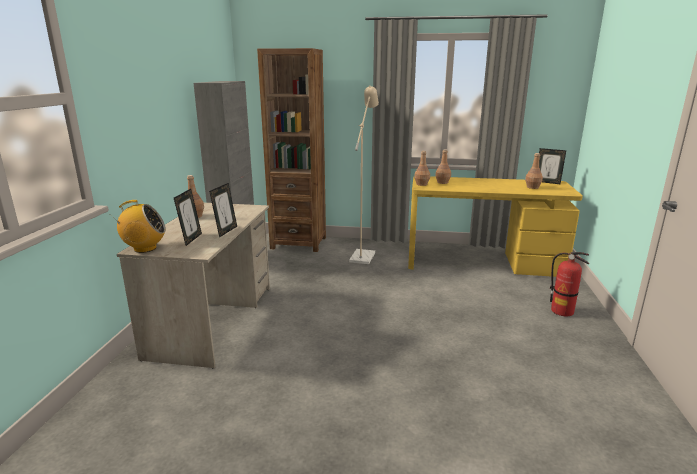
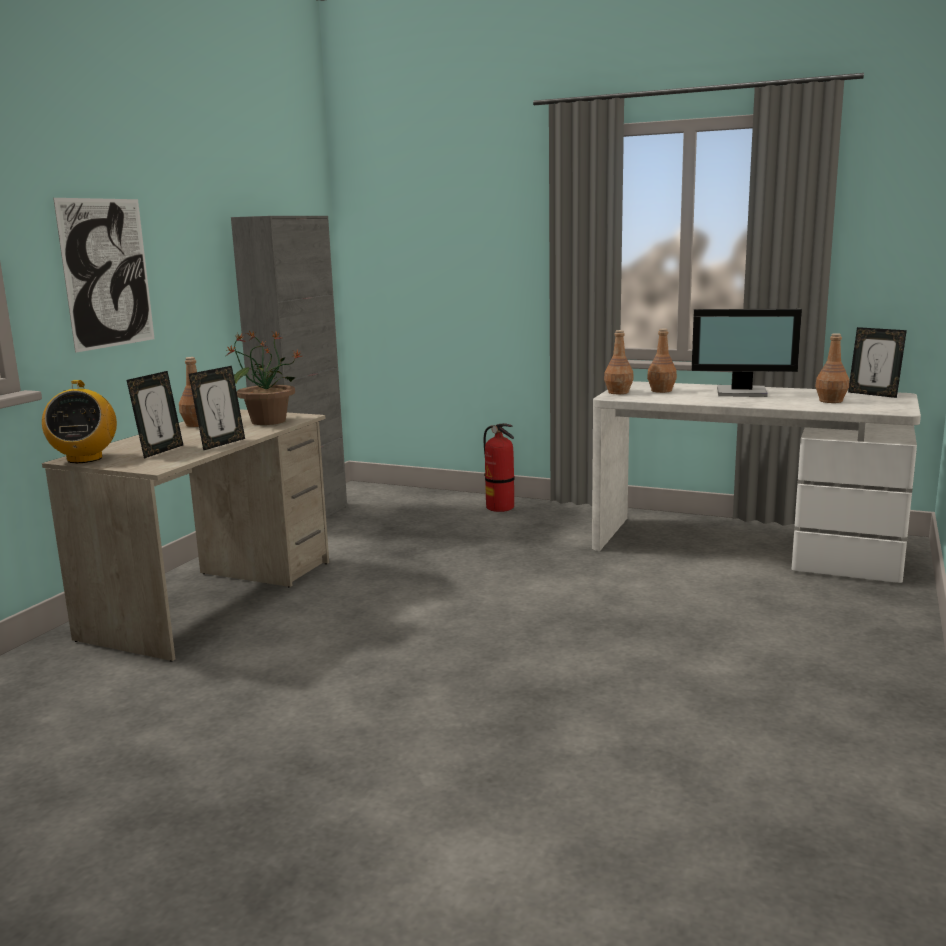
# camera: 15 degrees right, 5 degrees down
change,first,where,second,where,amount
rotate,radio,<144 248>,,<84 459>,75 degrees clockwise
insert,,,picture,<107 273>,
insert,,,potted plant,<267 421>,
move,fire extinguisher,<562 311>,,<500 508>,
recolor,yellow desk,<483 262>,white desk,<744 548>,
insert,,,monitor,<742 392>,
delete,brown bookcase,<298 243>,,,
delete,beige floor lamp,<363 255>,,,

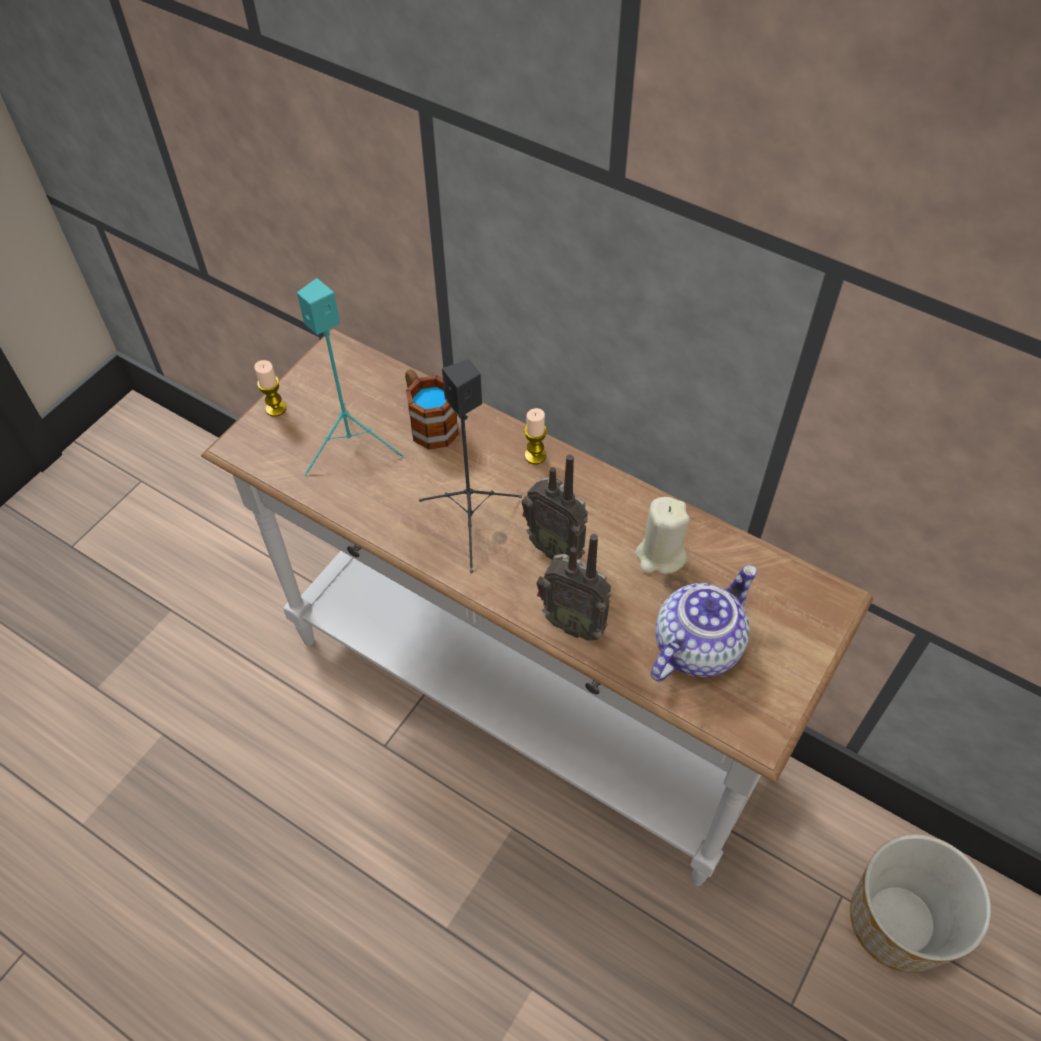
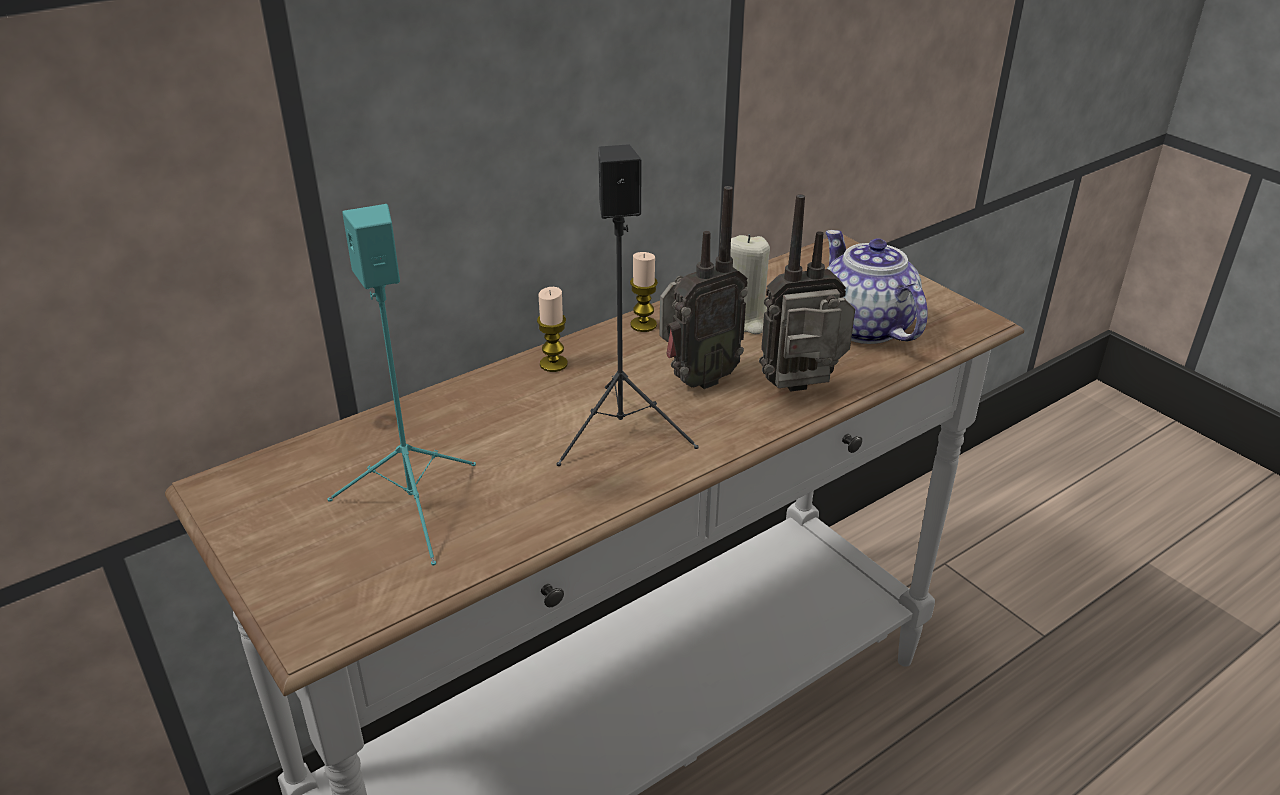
# camera: 70 degrees left, 20 degrees down
change,first,where,second,where,amount
move,candle,<275 408>,,<643 325>,
rotate,radio,<573 622>,,<803 391>,150 degrees counterclockwise
delete,mug,<429 423>,,,
delete,planter,<897 923>,,,

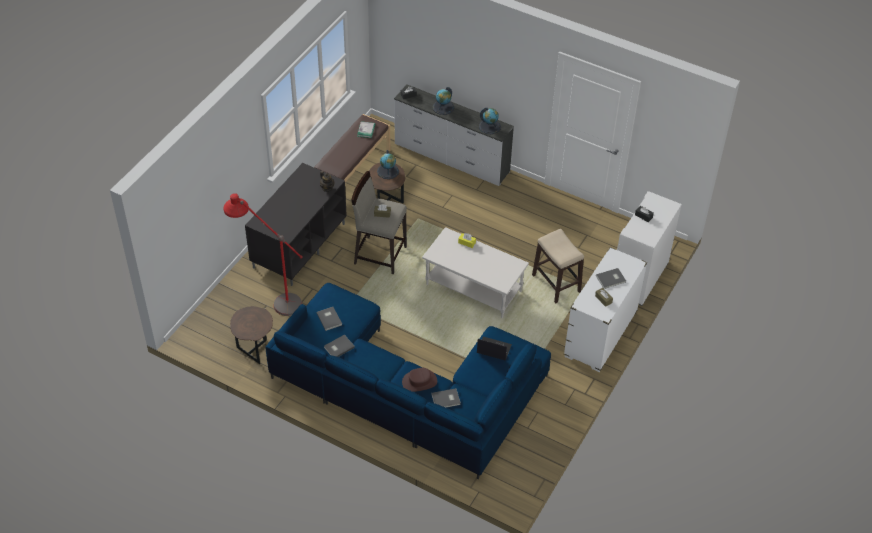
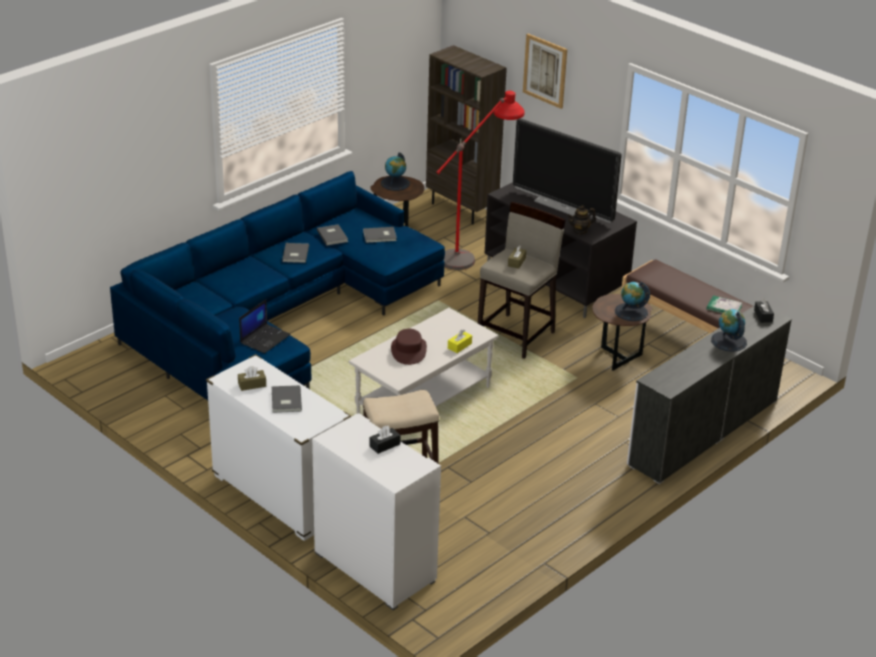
# camera: 105 degrees right, 15 degrees down
change,first,where,second,where,amount
move,grey book,<446 400>,,<294 254>,
move,globe,<489 126>,,<395 183>,
move,brown hat,<419 382>,,<408 351>,
insert,,,brown bookcase,<462 209>,
insert,,,television,<564 207>,
insert,,,picture,<545 70>,

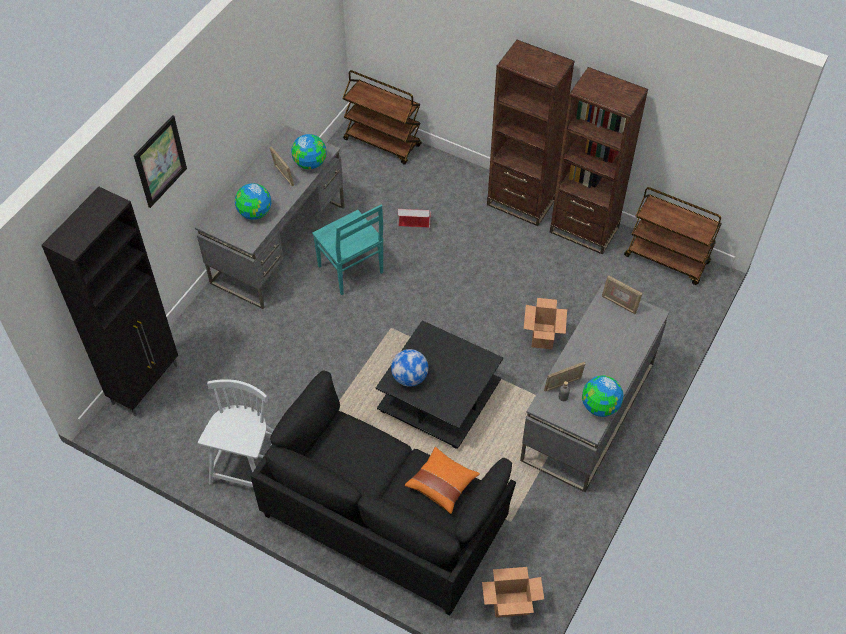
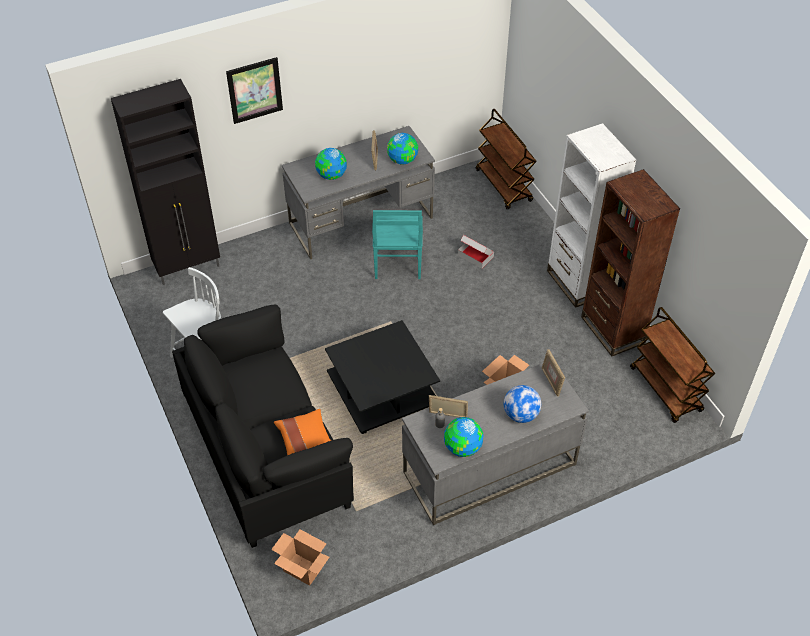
# camera: 35 degrees right, 5 degrees down
change,first,where,second,where,amount
move,globe,<410 377>,,<521 415>,
recolor,brown bookcase,<521 202>,white bookcase,<577 283>,

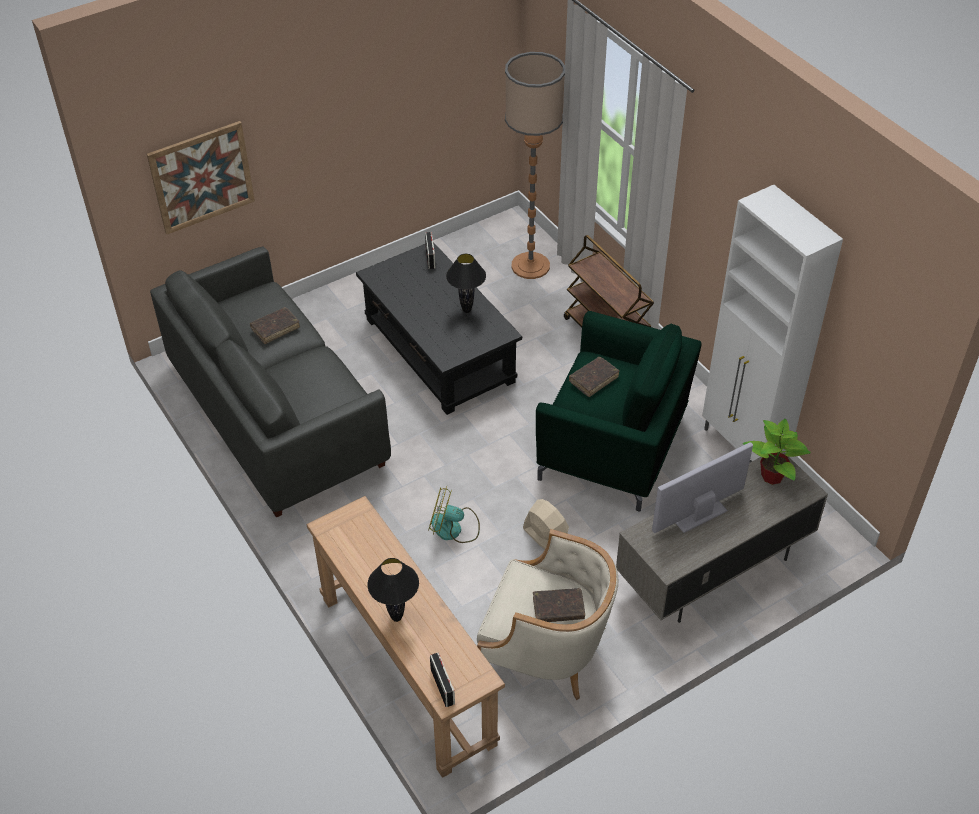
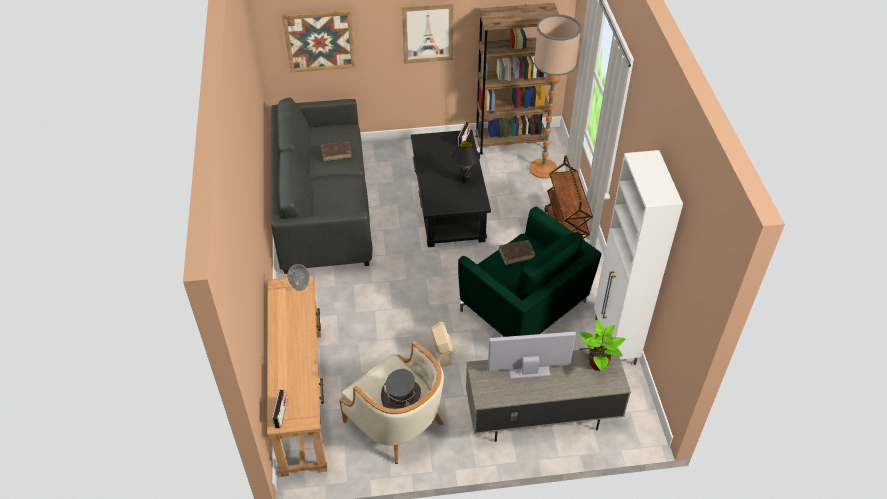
# camera: 25 degrees right, 0 degrees up
change,first,where,second,where,amount
insert,,,vase,<300 287>,
replace,brown book,<558 609>,grey hat,<401 397>,
insert,,,picture,<428 33>,
insert,,,brown bookcase,<510 142>,
delete,black table lamp,<396 618>,,,
delete,fan,<454 528>,,,

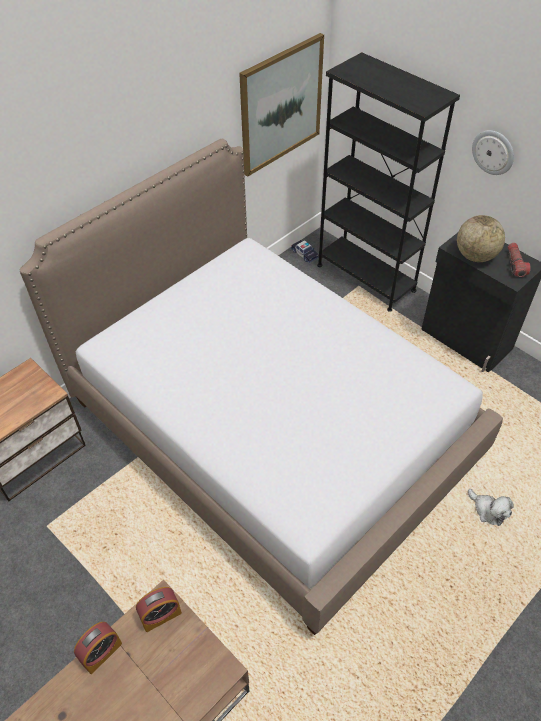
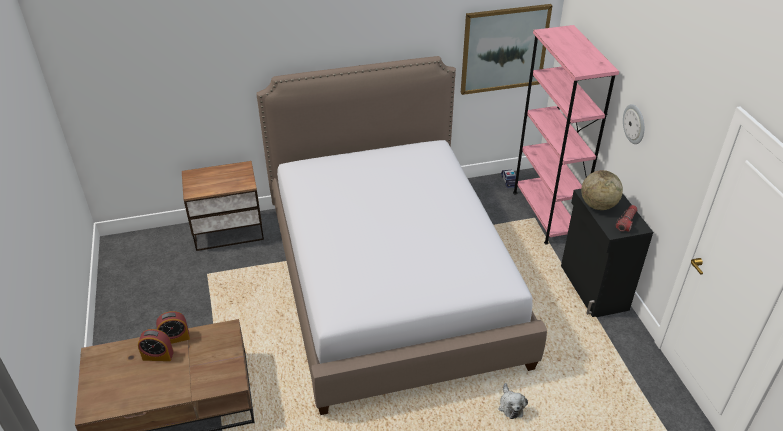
# camera: 30 degrees right, 10 degrees down
change,first,where,second,where,amount
move,alarm clock,<161 615>,,<158 356>,
recolor,black bookcase,<365 277>,pink bookcase,<545 214>,

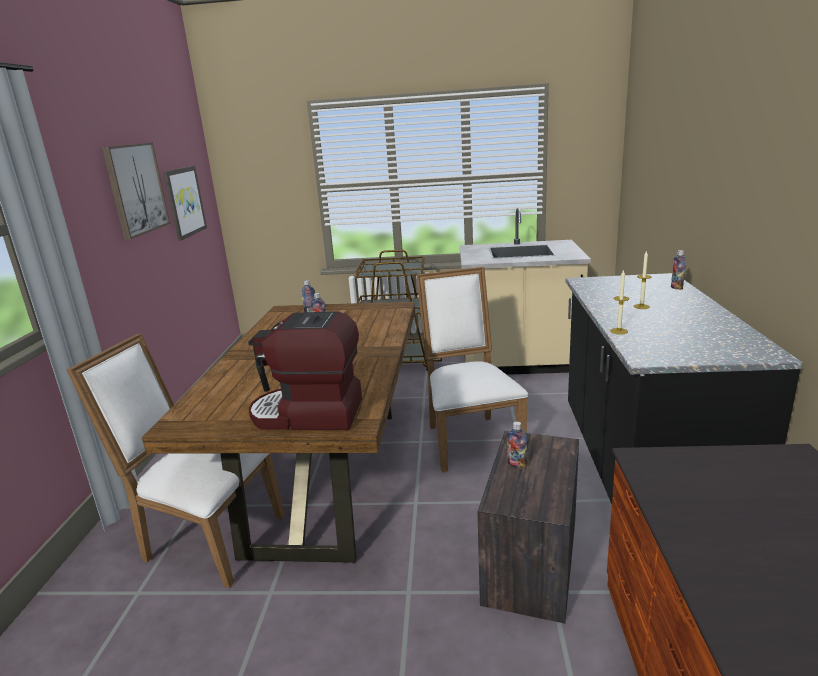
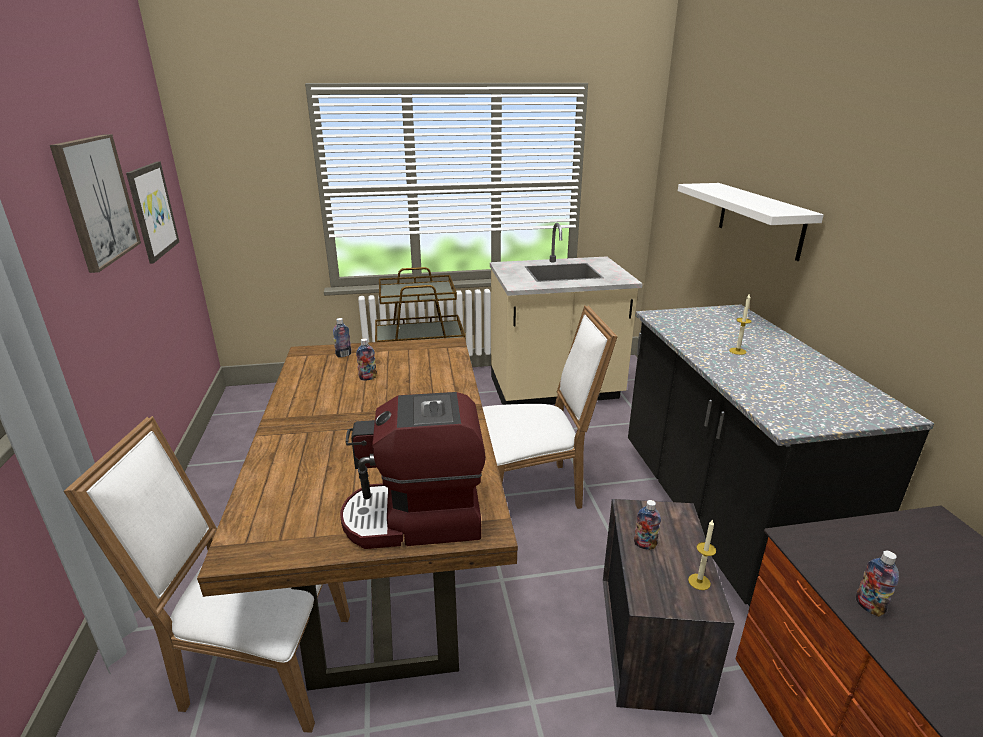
# camera: 15 degrees left, 5 degrees up
change,first,where,second,where,amount
rotate,white chair,<469 438>,,<534 489>,105 degrees clockwise
insert,,,white shelf,<760 219>,
move,candle,<618 331>,,<699 582>,
move,bottle,<676 288>,,<869 606>,

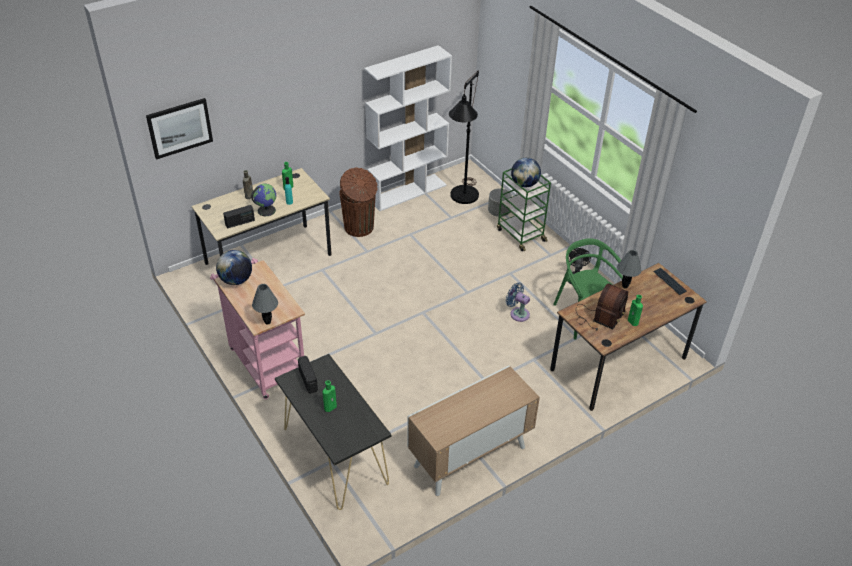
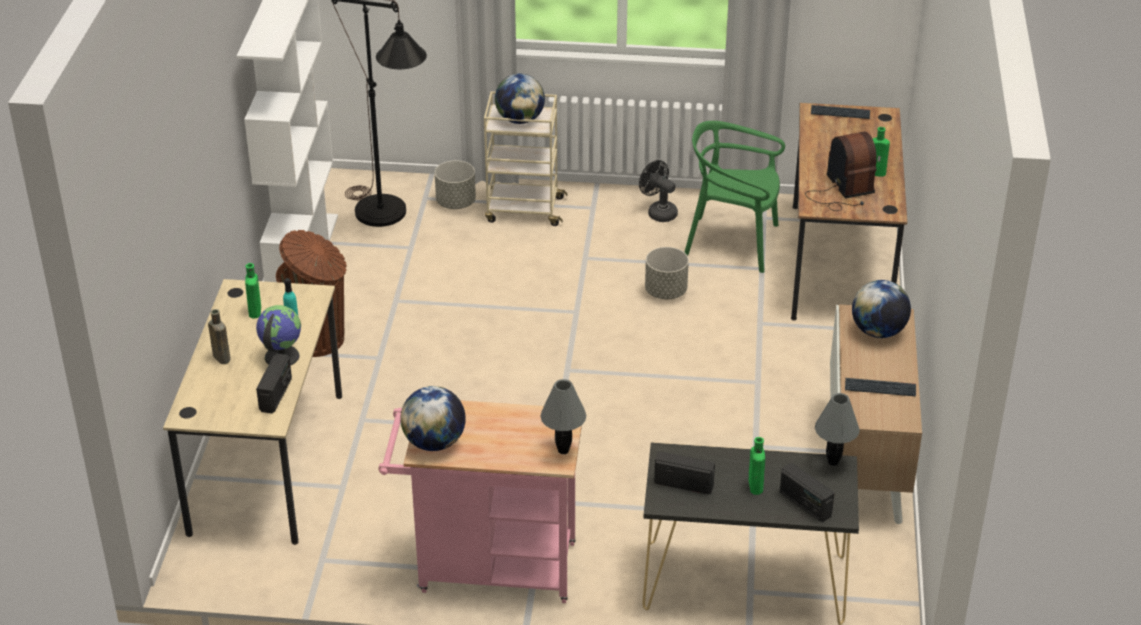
# camera: 50 degrees left, 5 degrees down
change,first,where,second,where,amount
recolor,green cart,<520 234>,beige cart,<523 210>,
replace,blue fan,<518 313>,grey planter,<666 292>,
insert,,,radio,<805 504>,
move,grey table lamp,<624 286>,,<832 462>,
insert,,,keyboard,<880 388>,
insert,,,globe,<878 331>,
delete,picture,<179 128>,,,

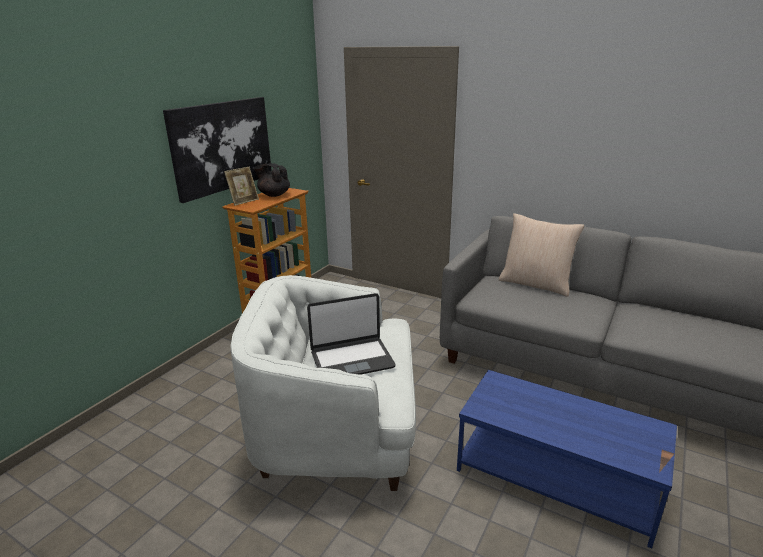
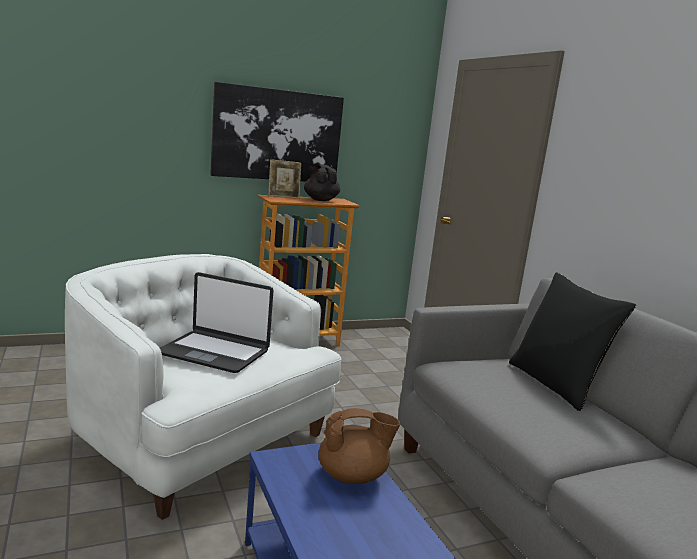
# camera: 35 degrees right, 10 degrees down
change,first,where,second,where,amount
insert,,,brown teapot,<353 476>,
recolor,beige pillow,<536 284>,black pillow,<556 384>,

